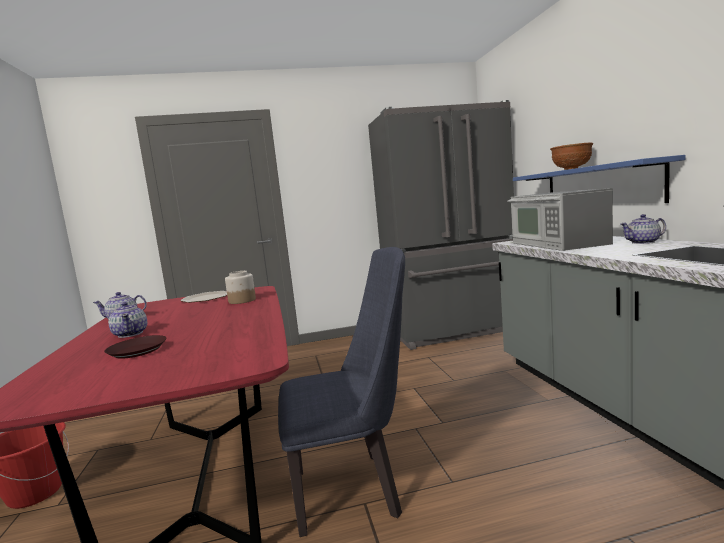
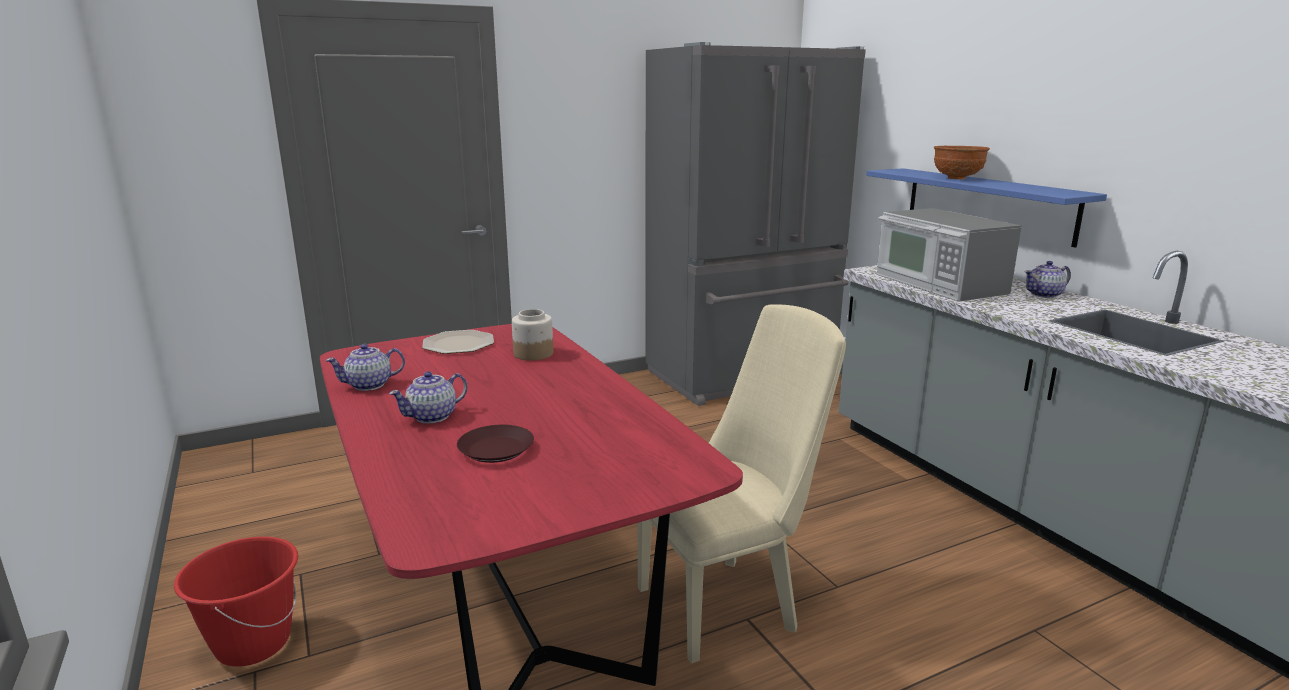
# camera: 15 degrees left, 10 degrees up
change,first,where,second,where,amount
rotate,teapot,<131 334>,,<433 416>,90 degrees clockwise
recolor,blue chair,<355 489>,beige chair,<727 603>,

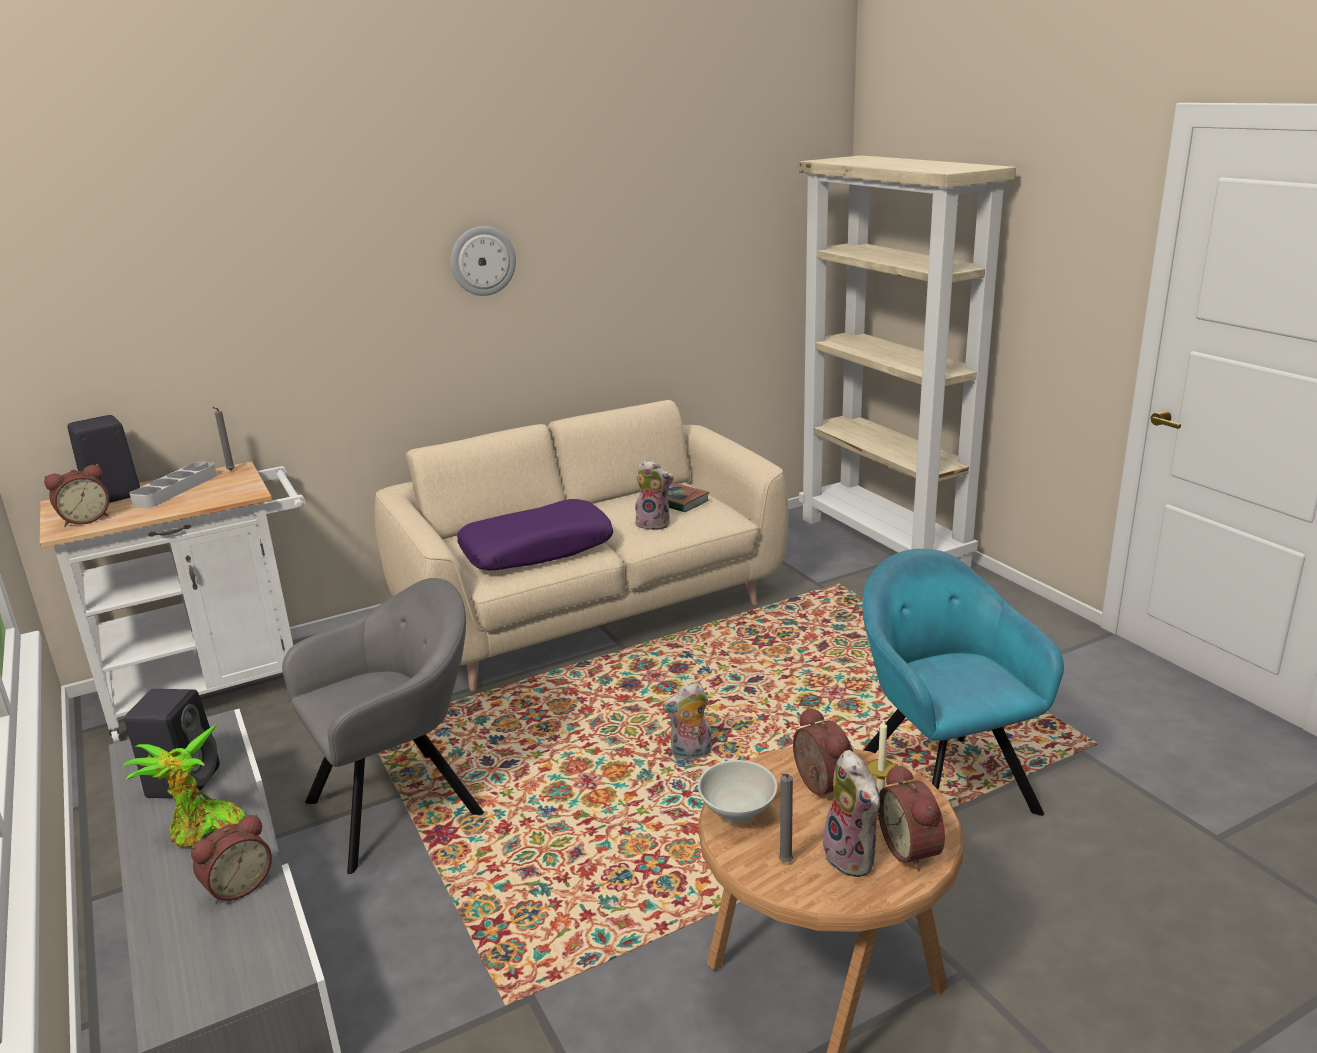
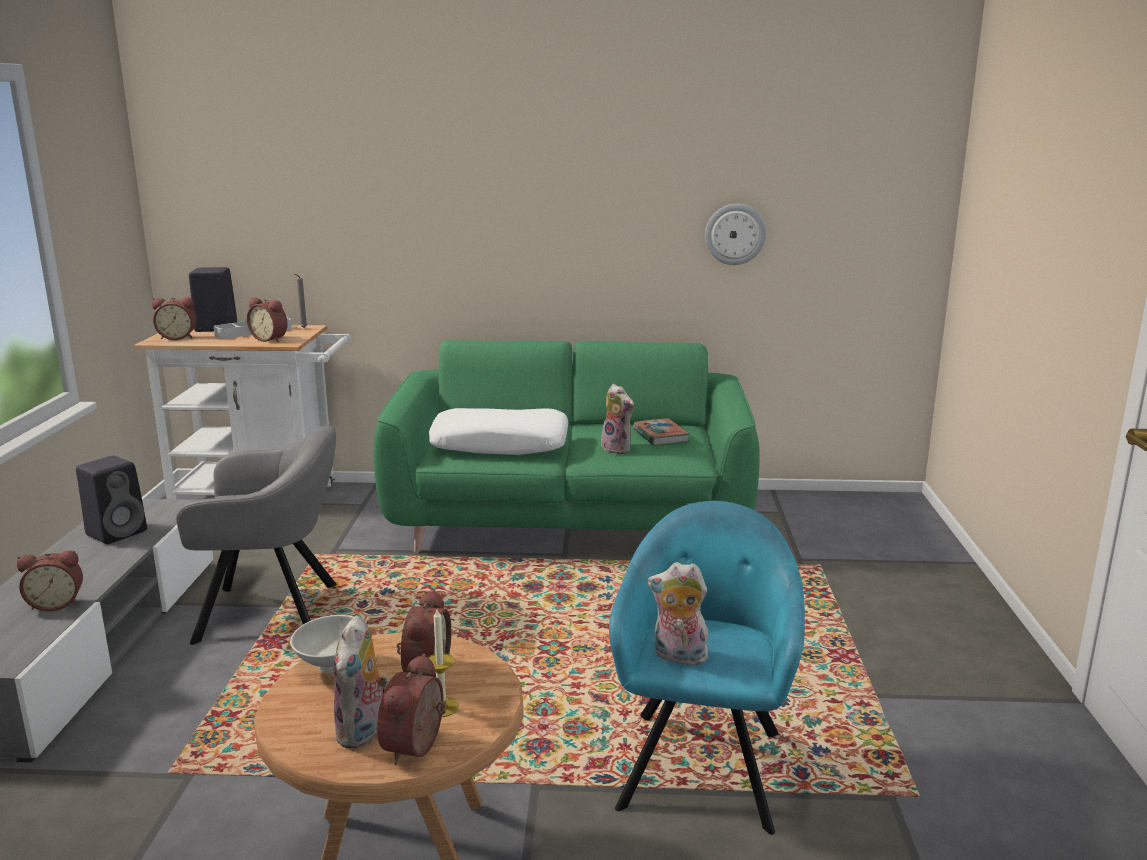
# camera: 30 degrees right, 5 degrees down
change,first,where,second,where,amount
insert,,,alarm clock,<270 339>,
recolor,beige sofa,<588 612>,green sofa,<569 524>,
recolor,purple pillow,<537 550>,white pillow,<500 444>,
move,plush toy,<690 754>,,<678 657>,
move,wall clock,<482 261>,,<735 234>,
delete,potted plant,<201 830>,,,
delete,grey candle,<784 863>,,,
delete,beige bookcase,<884 543>,,,

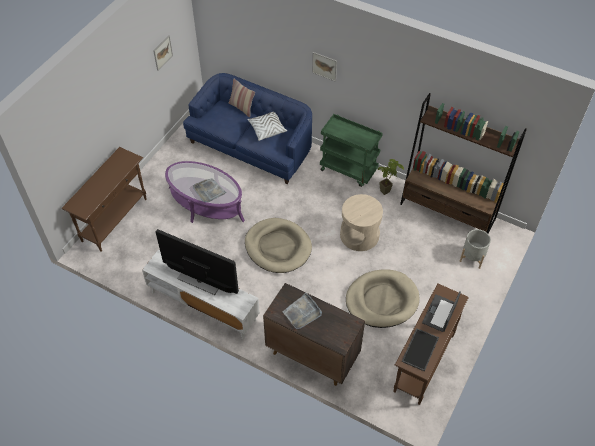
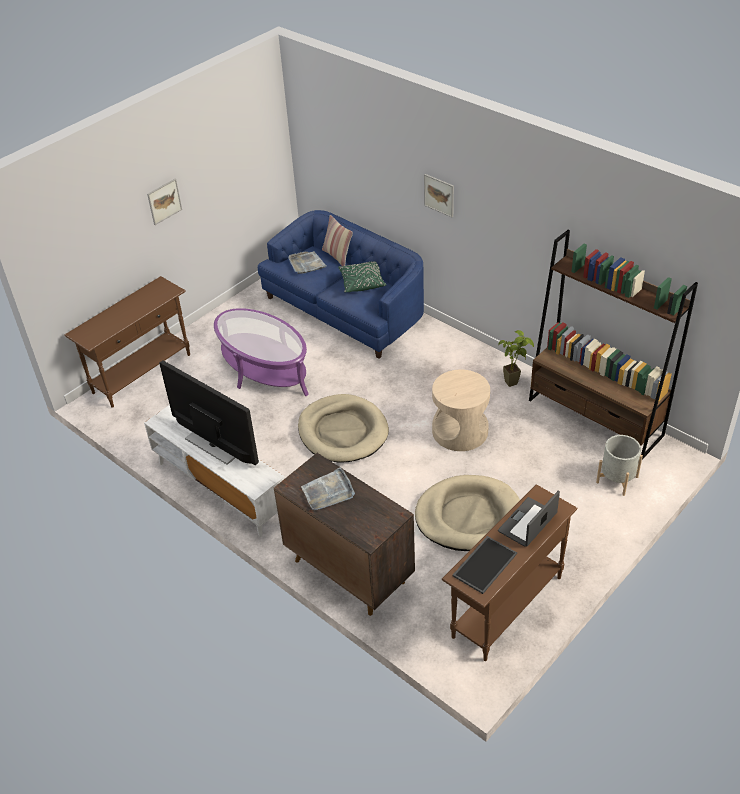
# camera: 15 degrees right, 10 degrees down
change,first,where,second,where,amount
move,picture,<162 52>,,<164 201>,
move,grey tray,<209 191>,,<306 264>,
recolor,white pillow,<267 129>,green pillow,<361 282>,
delete,green cart,<349 170>,,,

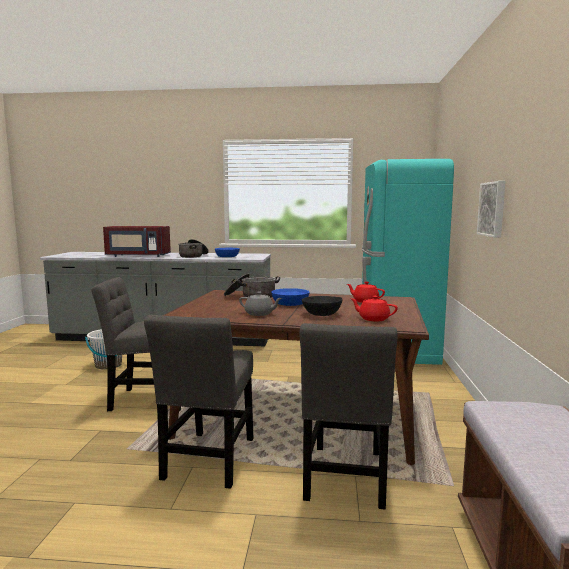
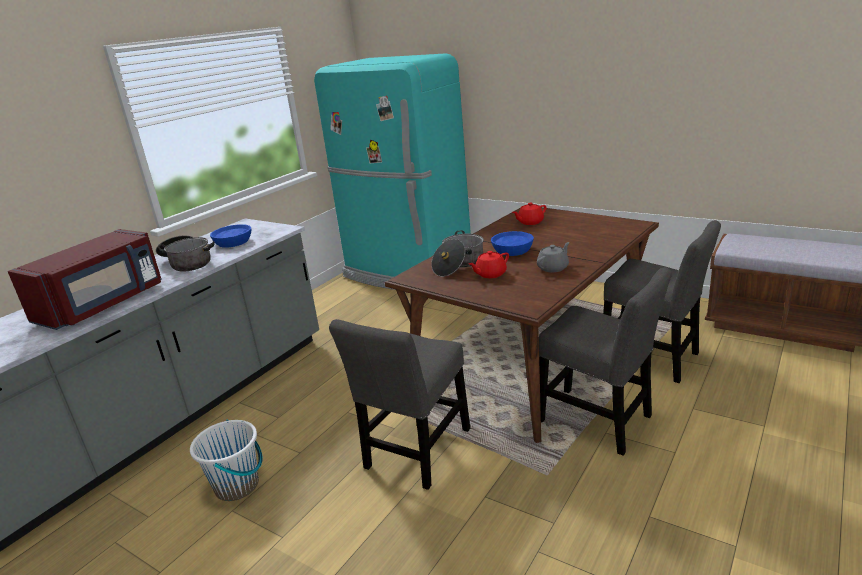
# camera: 60 degrees left, 15 degrees up
change,first,where,second,where,amount
move,red teapot,<373 319>,,<490 274>,
delete,black bowl,<321 314>,,,
delete,picture,<493 209>,,,

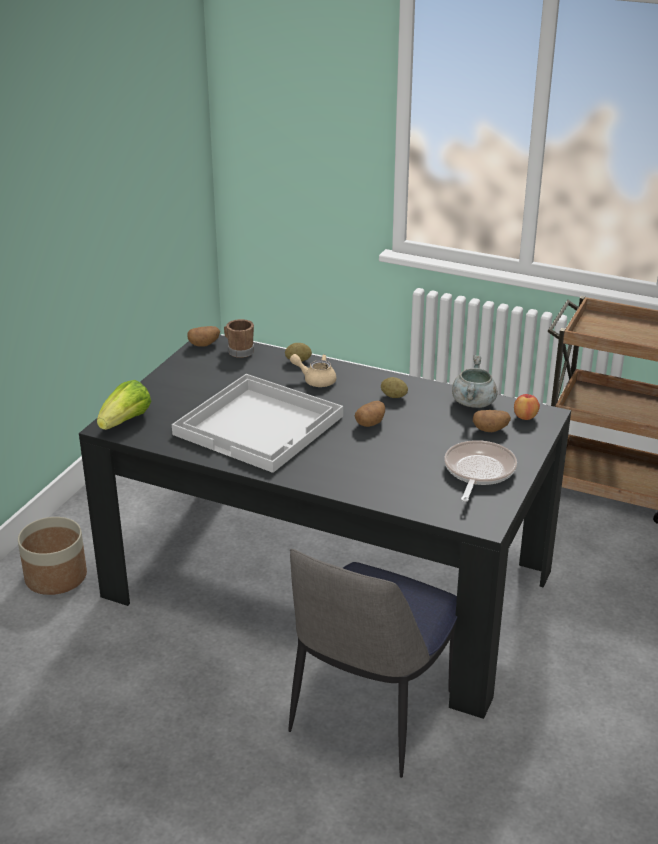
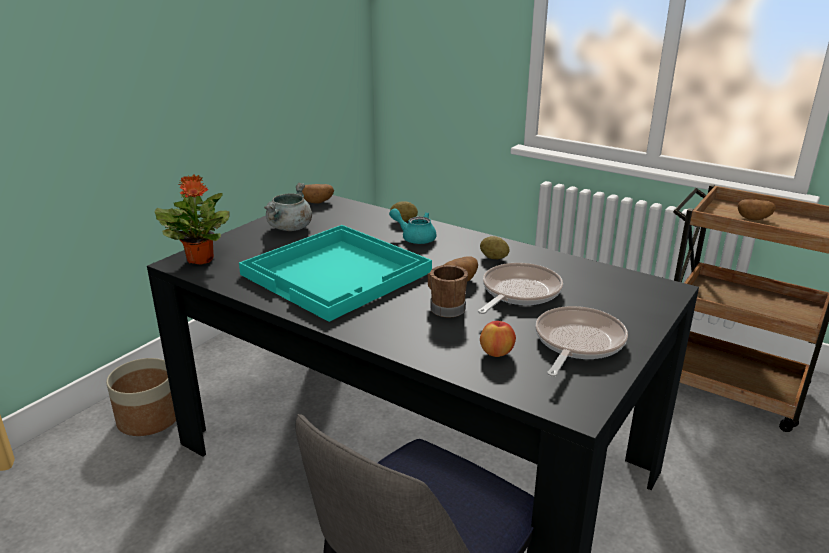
# camera: 10 degrees right, 5 degrees down
change,first,where,second,where,amount
replace,lettuce,<126 421>,potted plant,<201 259>,
recolor,white tray,<260 425>,turquoise tray,<338 273>,
move,grey cooking pot,<474 403>,,<290 228>,
recolor,beige teapot,<315 380>,turquoise teapot,<415 237>,
move,brown mug,<238 350>,,<444 307>,
insert,,,frying pan,<518 292>,
move,apple,<525 417>,,<496 353>,
move,potato,<490 430>,,<753 219>,

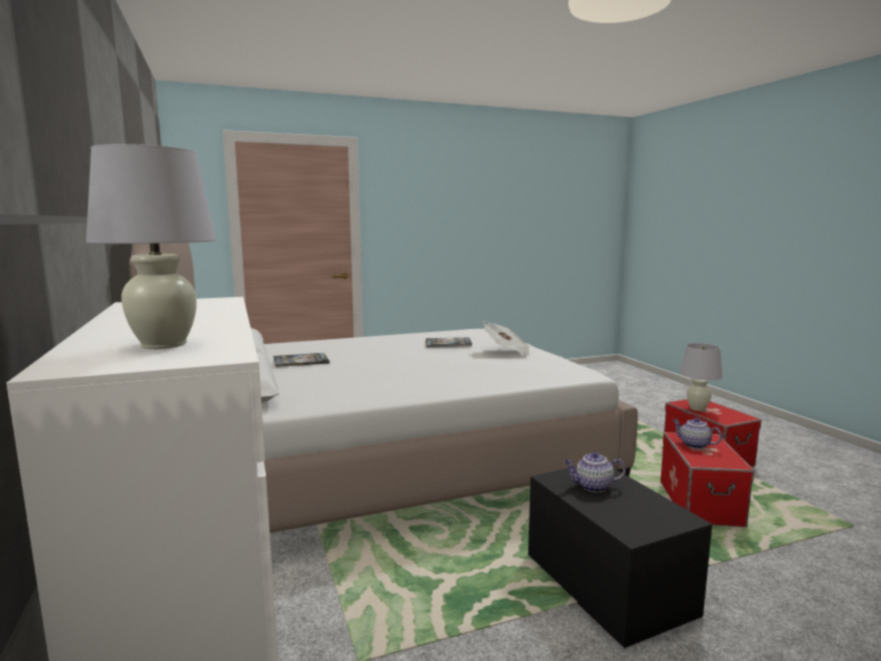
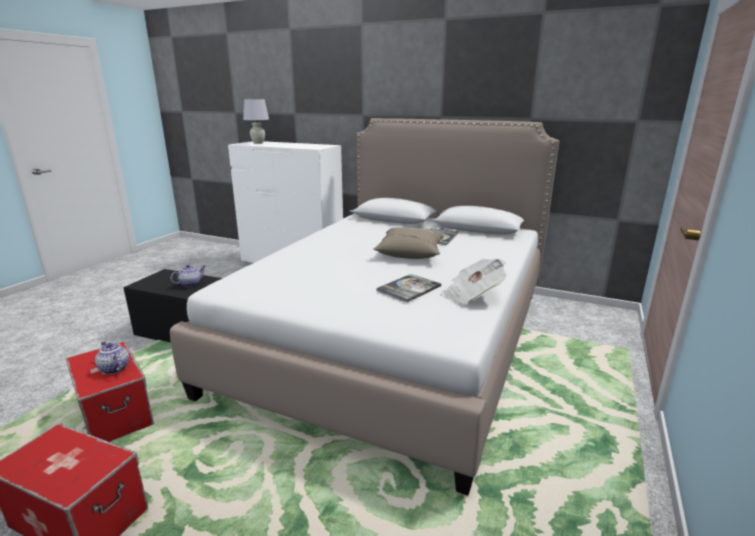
# camera: 135 degrees right, 10 degrees up
change,first,where,second,where,amount
rotate,teapot,<694 445>,,<114 368>,135 degrees counterclockwise
insert,,,beige pillow,<410 253>,
move,newspaper,<507 352>,,<471 295>,
delete,white table lamp,<697 408>,,,

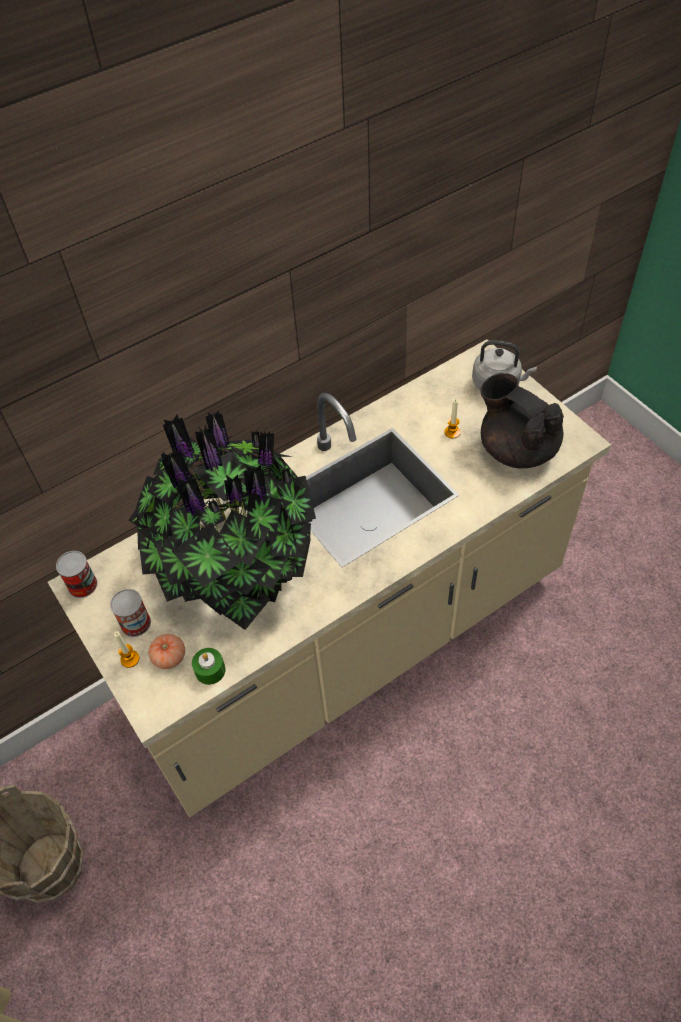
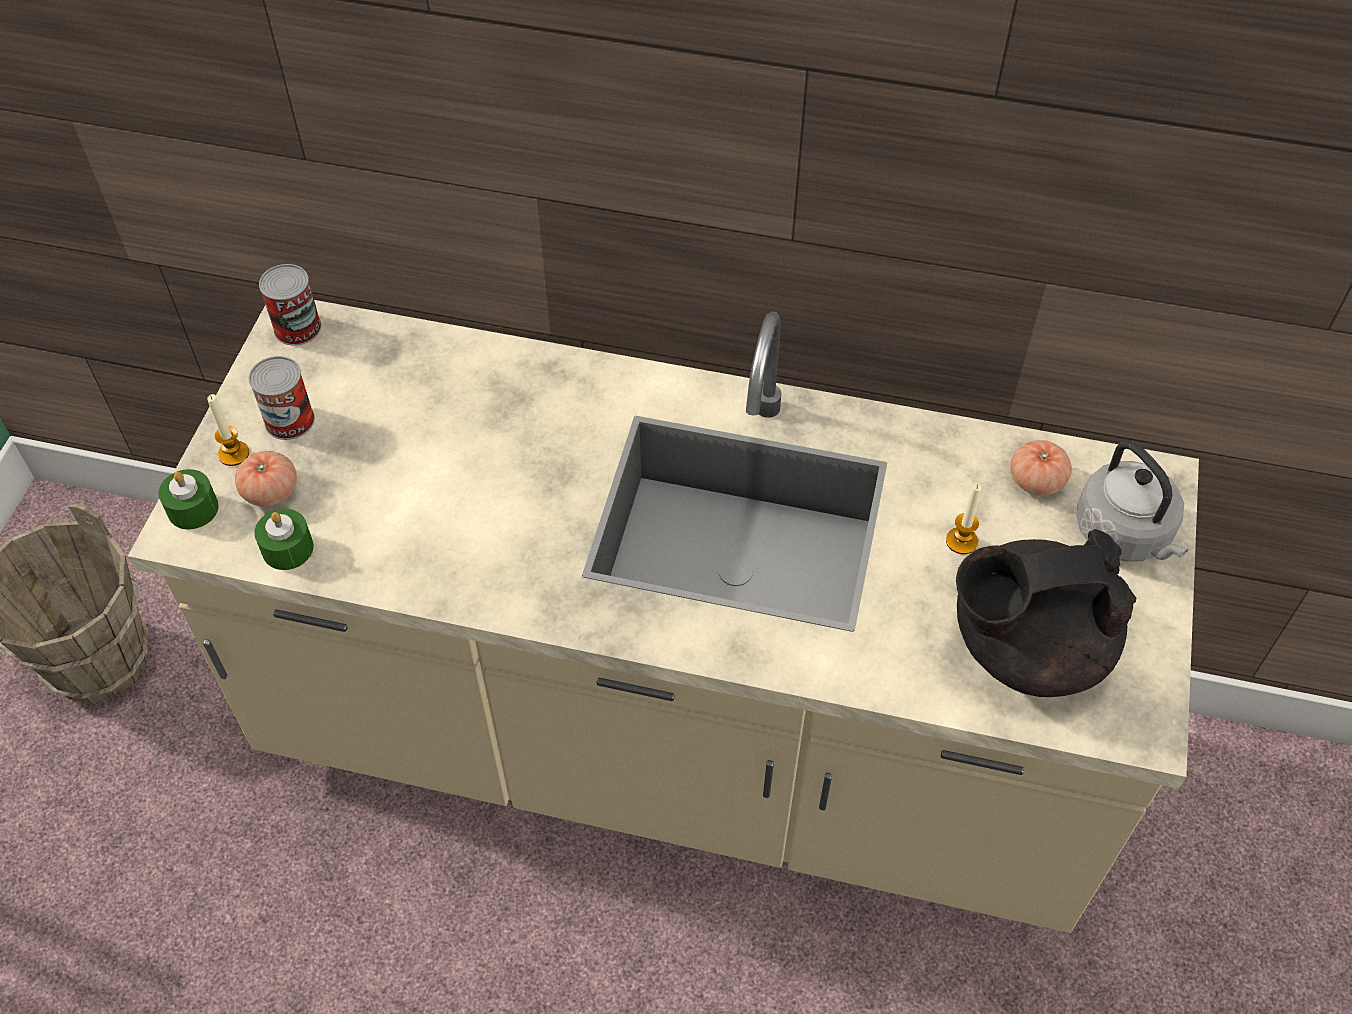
# camera: 45 degrees right, 0 degrees up
change,first,where,second,where,amount
insert,,,green candle,<193 509>,
rotate,black teapot,<516 448>,,<1026 646>,105 degrees counterclockwise
insert,,,tomato,<1036 480>,
delete,potted plant,<234 564>,,,

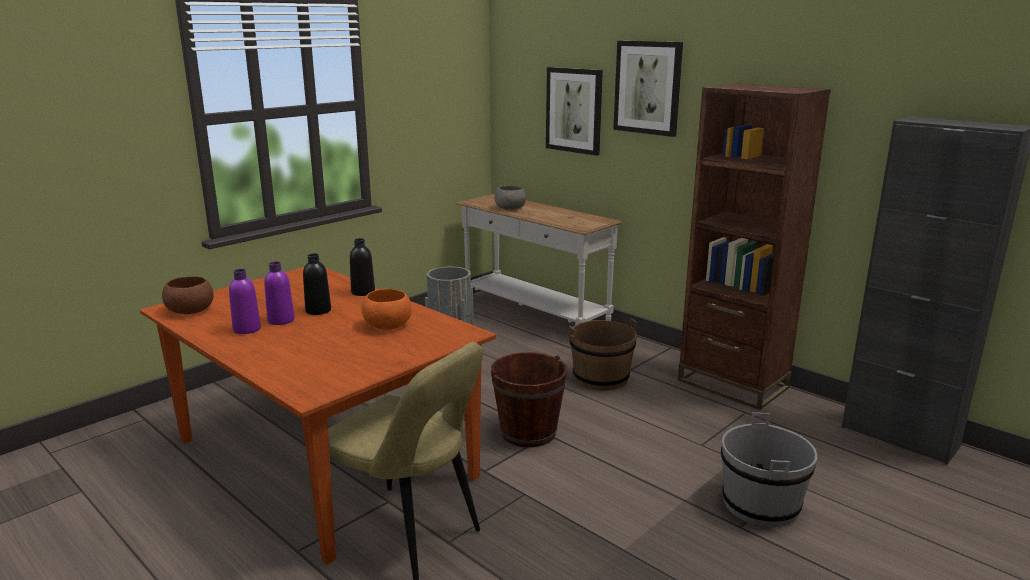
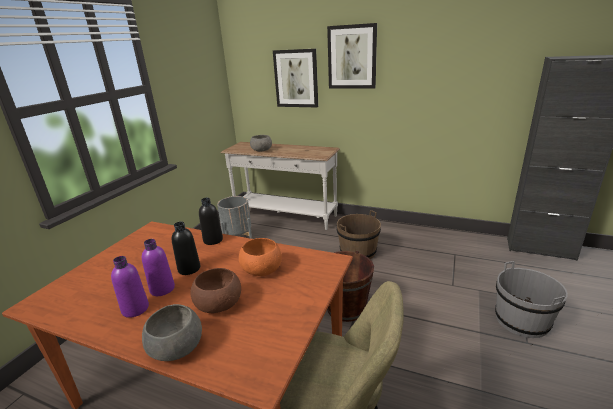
# camera: 20 degrees left, 5 degrees up
change,first,where,second,where,amount
insert,,,grey bowl,<176 347>,
move,brown bowl,<191 310>,,<219 304>,
delete,brown bookcase,<732 384>,,,

